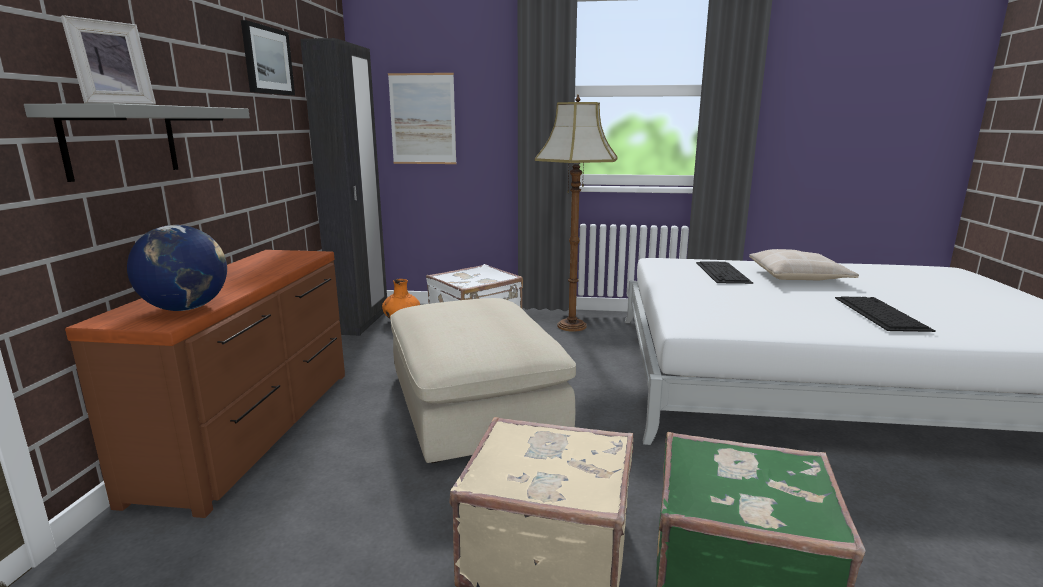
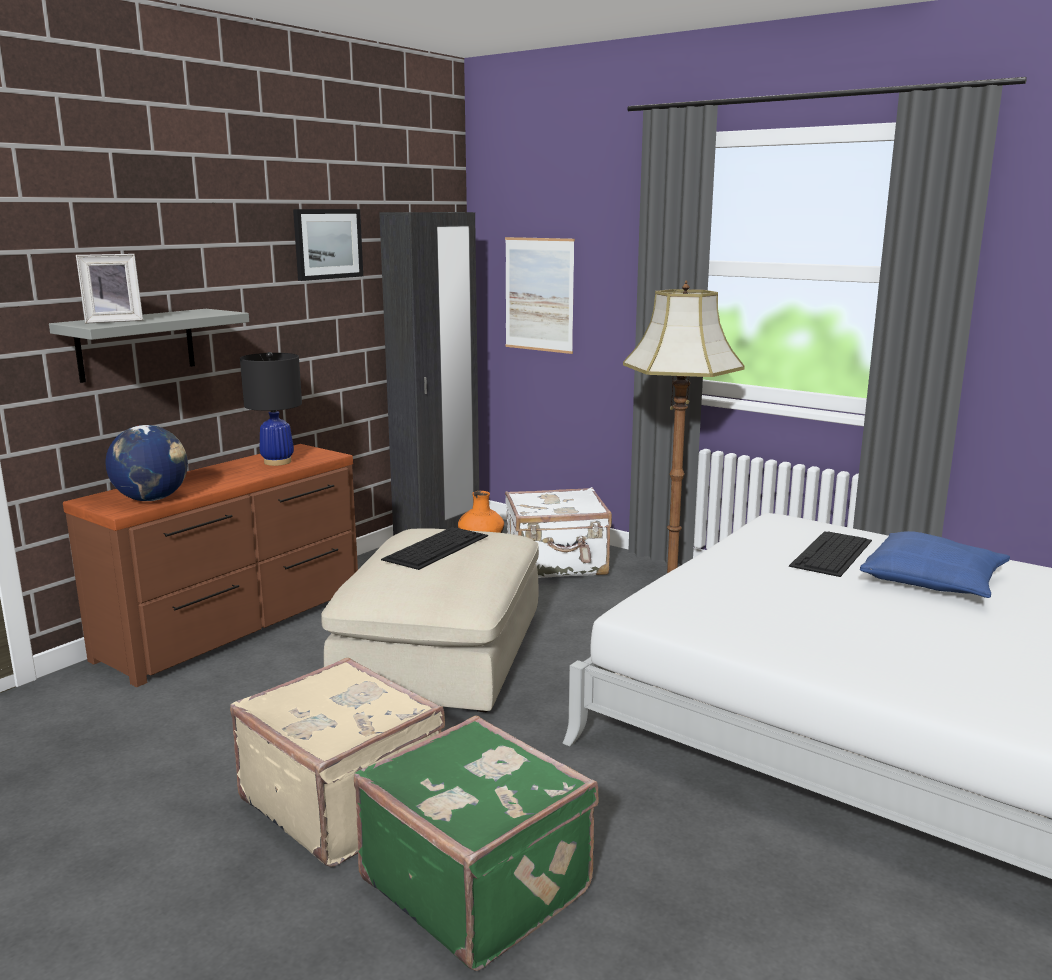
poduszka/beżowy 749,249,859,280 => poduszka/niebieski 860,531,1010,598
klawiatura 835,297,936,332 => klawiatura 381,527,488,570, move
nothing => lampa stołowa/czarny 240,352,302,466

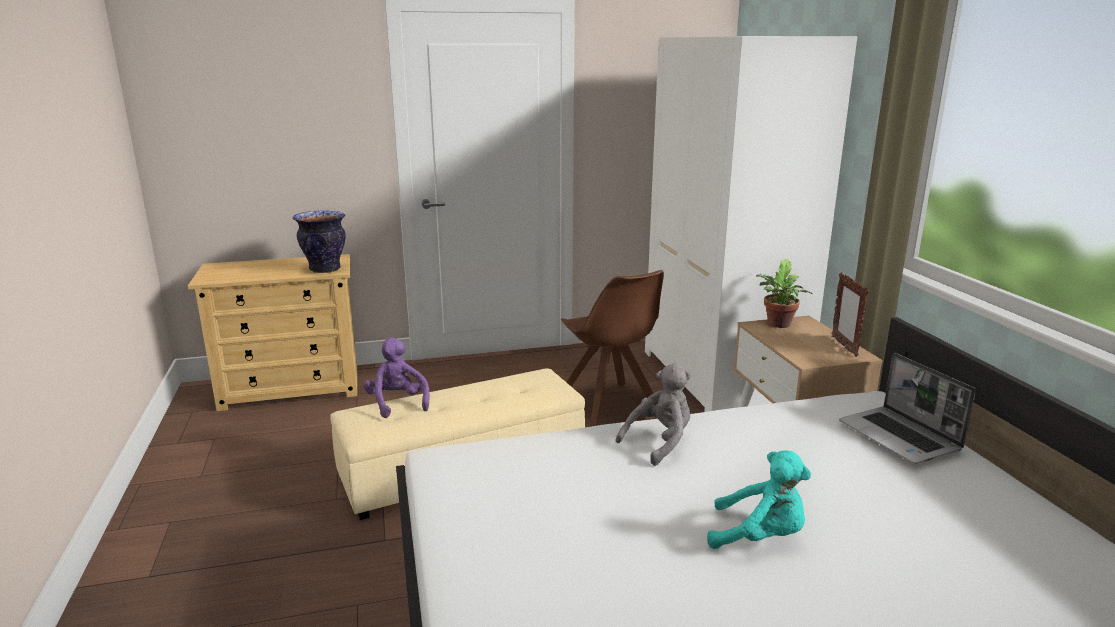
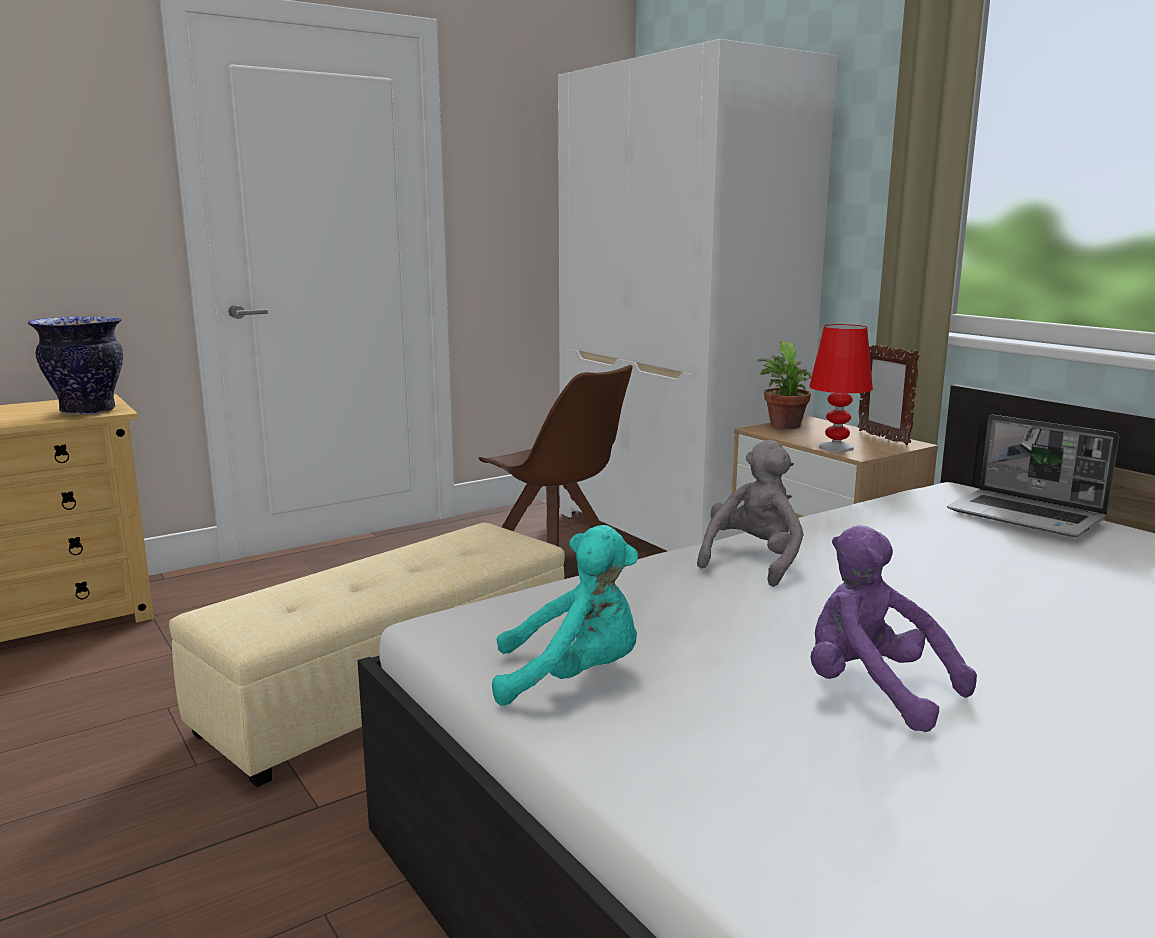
pluszak/fioletowy 364,338,430,418 => pluszak/fioletowy 811,525,977,732, move
pluszak/turkusowy 707,450,811,549 => pluszak/turkusowy 492,525,638,706, move
nothing => lampa stołowa/czerwony 810,324,873,452

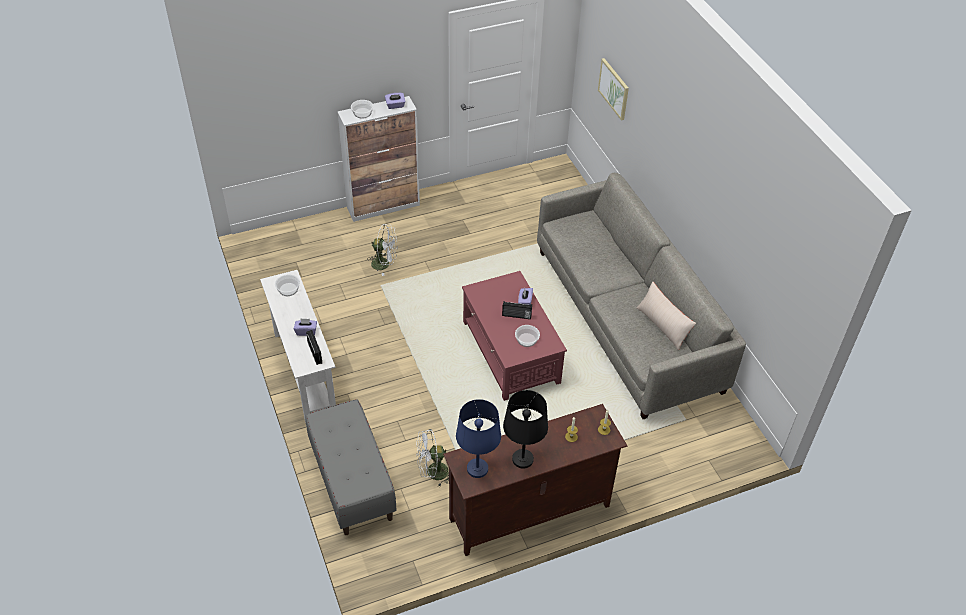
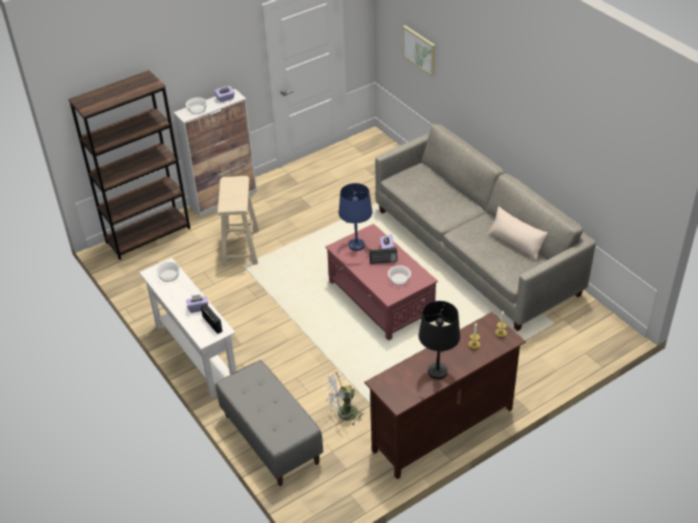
wentylator/biały 367,224,398,276 => stołek/beżowy 218,176,259,266
lampa stołowa/niebieski 456,399,501,478 => lampa stołowa/niebieski 339,183,373,251, move
nothing => regał/brązowy 68,70,190,260

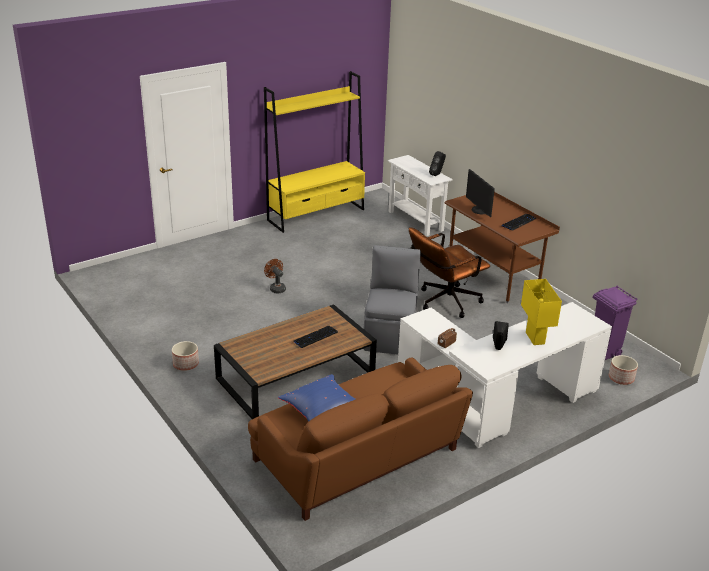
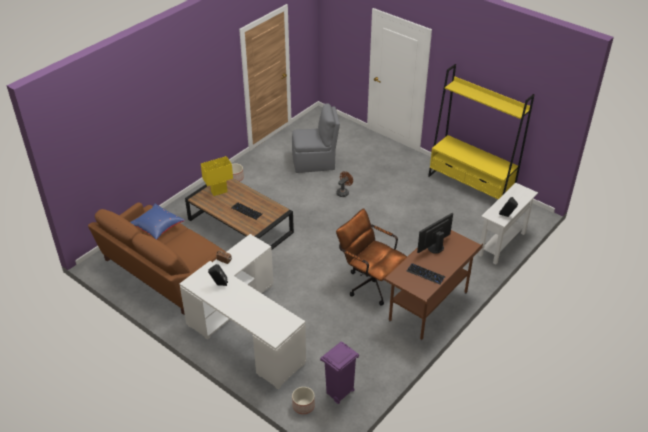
krzesło/szary 363,245,421,355 => krzesło/szary 292,103,340,173, move
lampa stołowa/żółty 521,279,562,345 => lampa stołowa/żółty 201,156,233,196, move

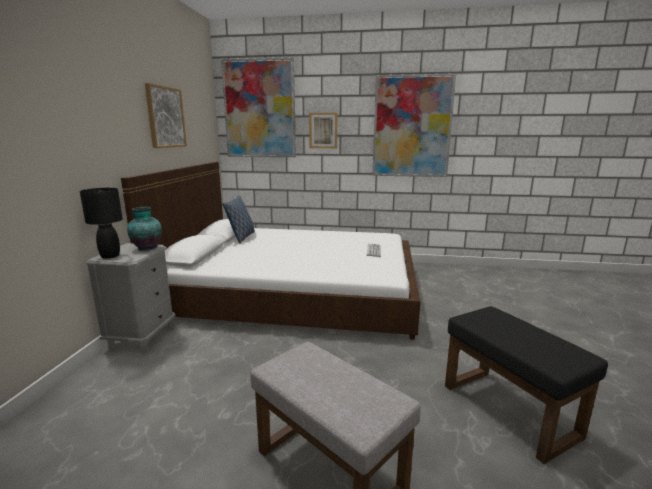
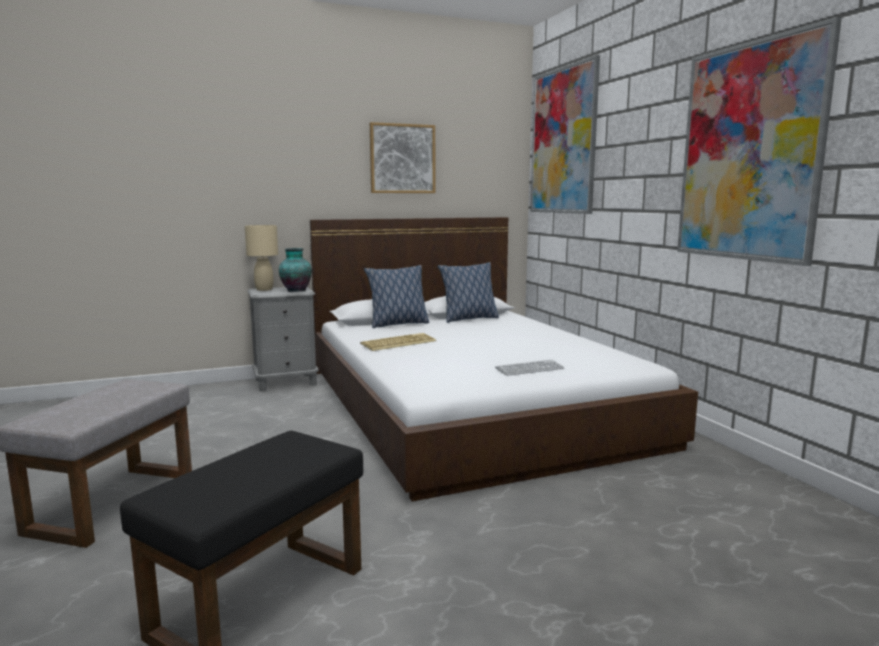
obraz 309,113,337,148 => nothing
lampa stołowa/czarny 80,188,123,259 => lampa stołowa/beżowy 245,225,278,291
nothing => poduszka 364,265,430,328
nothing => klawiatura 360,333,436,351

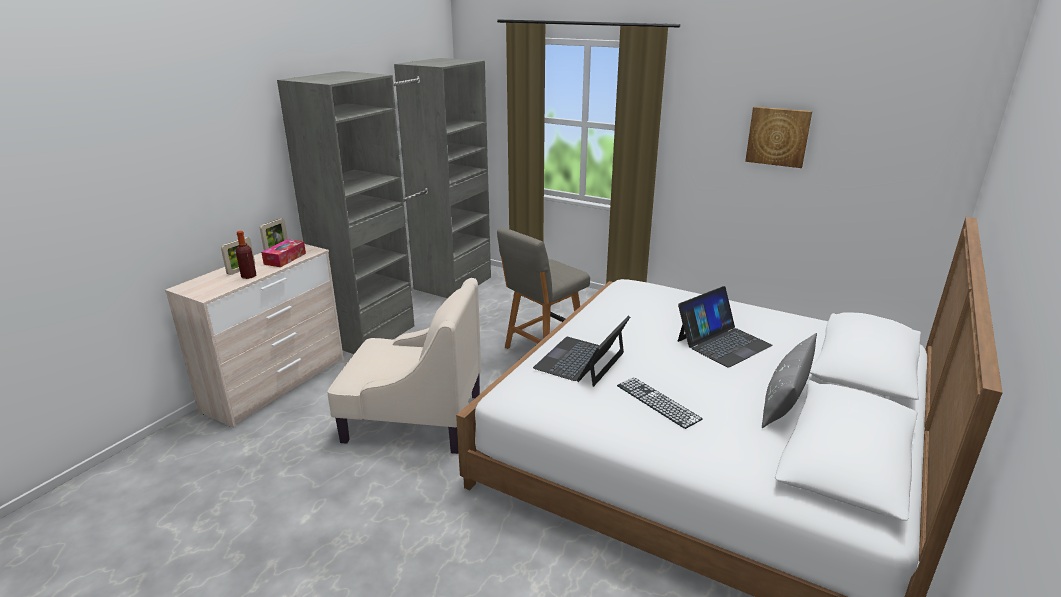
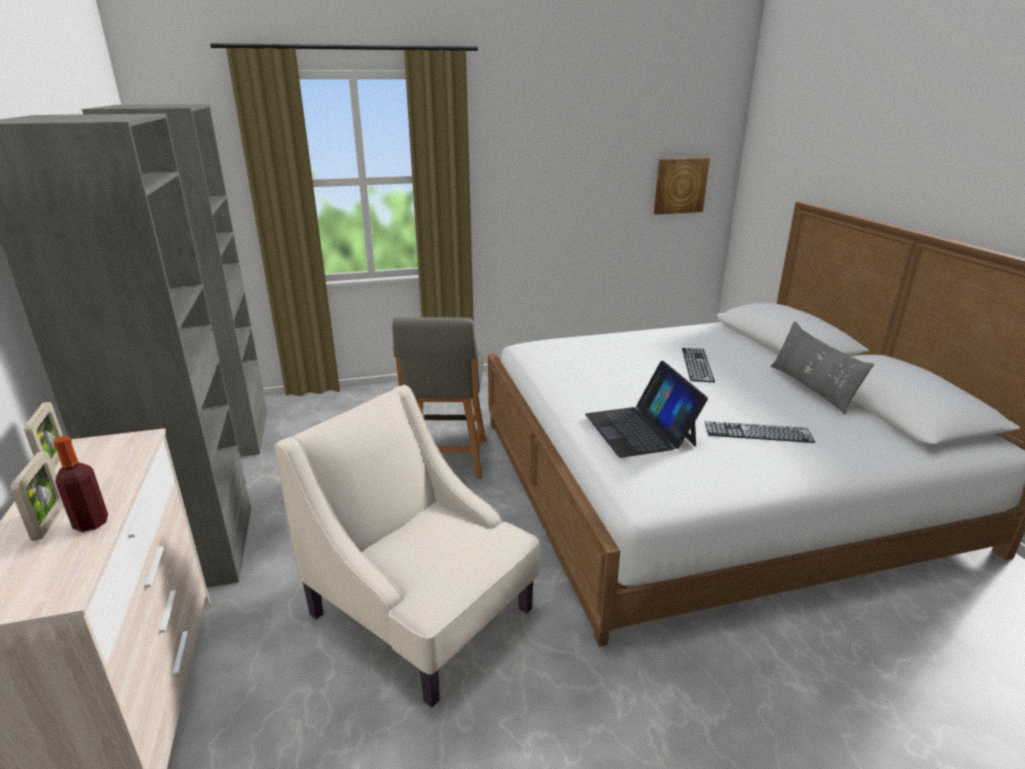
obraz 745,107,812,168 => obraz 654,158,710,215, move
pudełko chusteczek 261,239,306,267 => nothing
fotel/beżowy 327,278,481,454 => fotel/beżowy 274,385,540,708, 105 degrees counterclockwise
laptop 678,286,773,368 => klawiatura 682,348,715,382

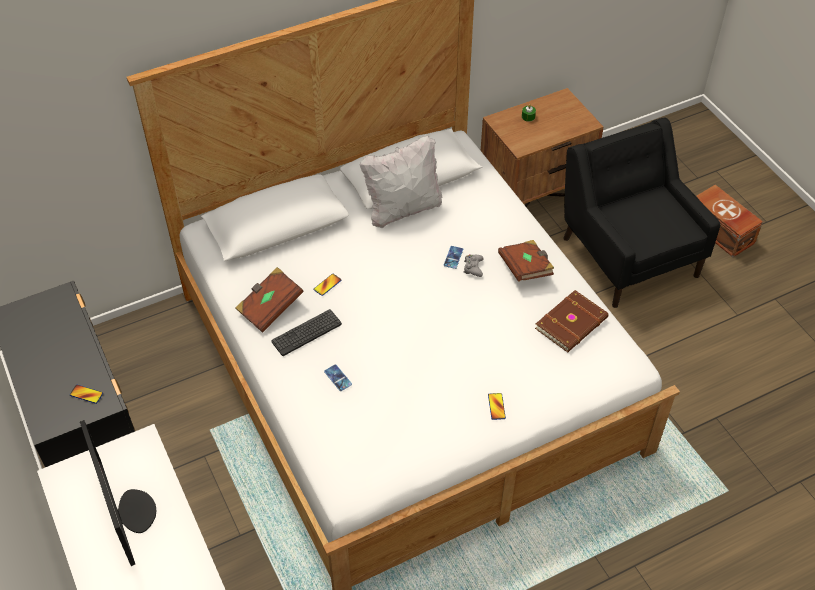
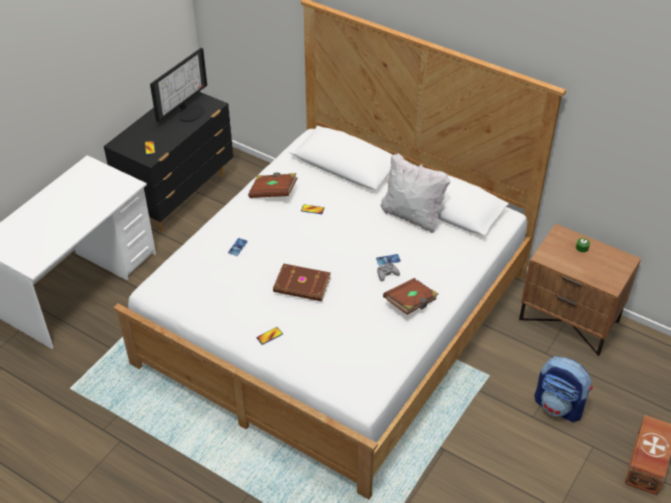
fotel/czarny 564,117,720,308 => plecak 534,356,593,422
książka/brązowy 535,290,608,352 => książka/brązowy 273,263,331,301, move
klawiatura 271,309,342,356 => nothing
monitor 80,420,156,566 => monitor 150,48,207,122, move

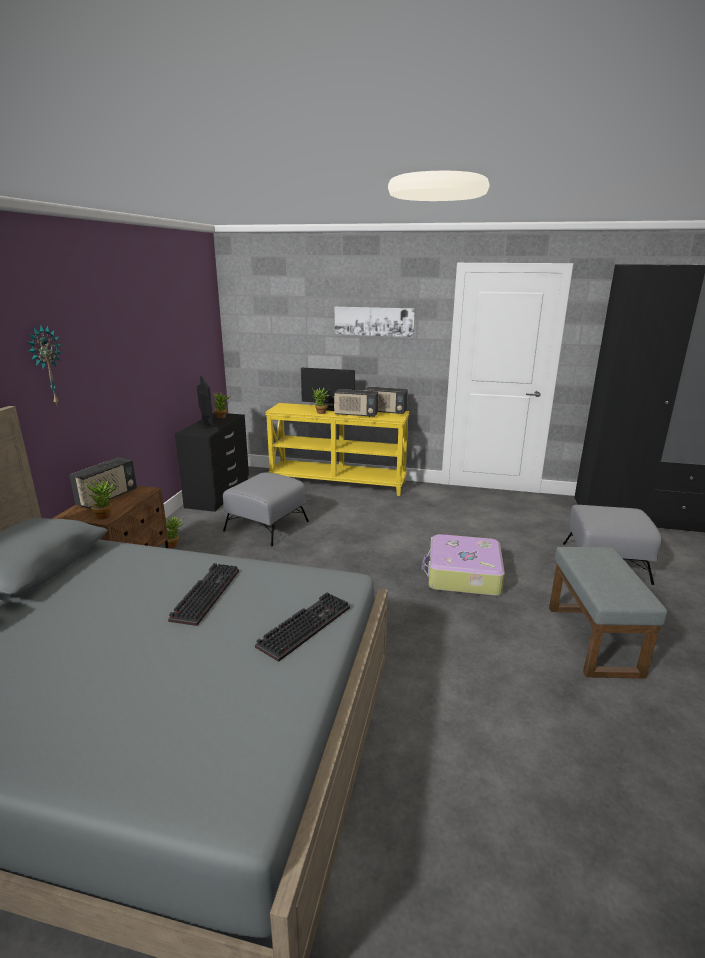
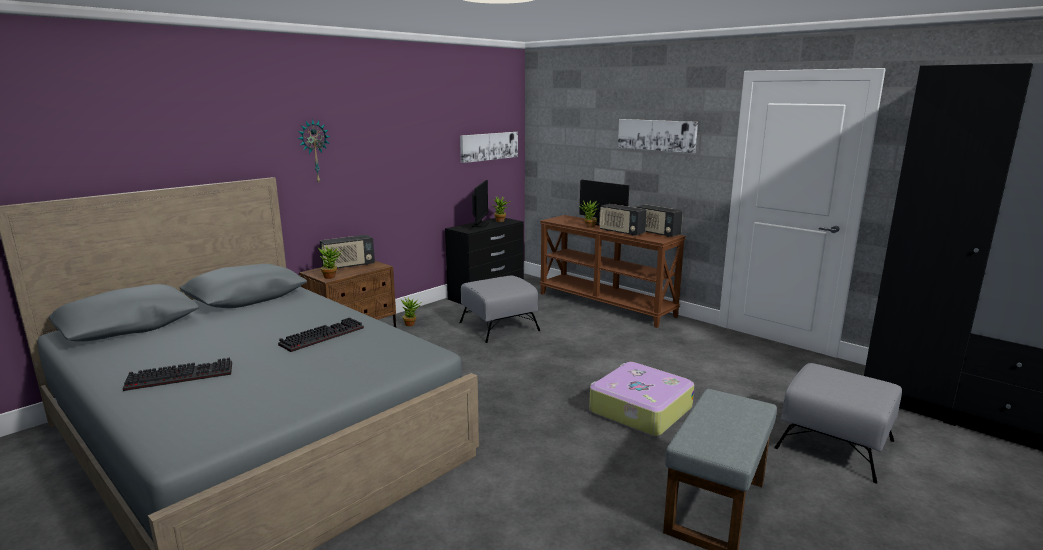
stolik konsolowy/żółty 265,403,410,496 => stolik konsolowy/brązowy 539,215,686,328
klawiatura 255,592,350,662 => klawiatura 123,358,232,391, move
nothing => obraz 460,132,518,163

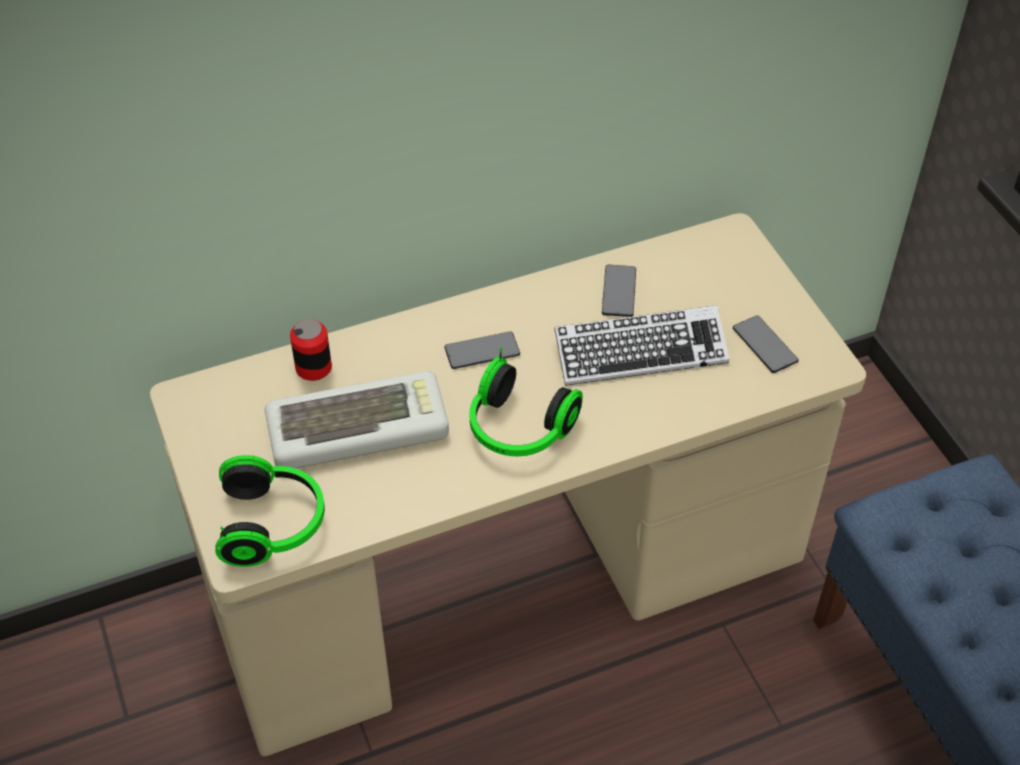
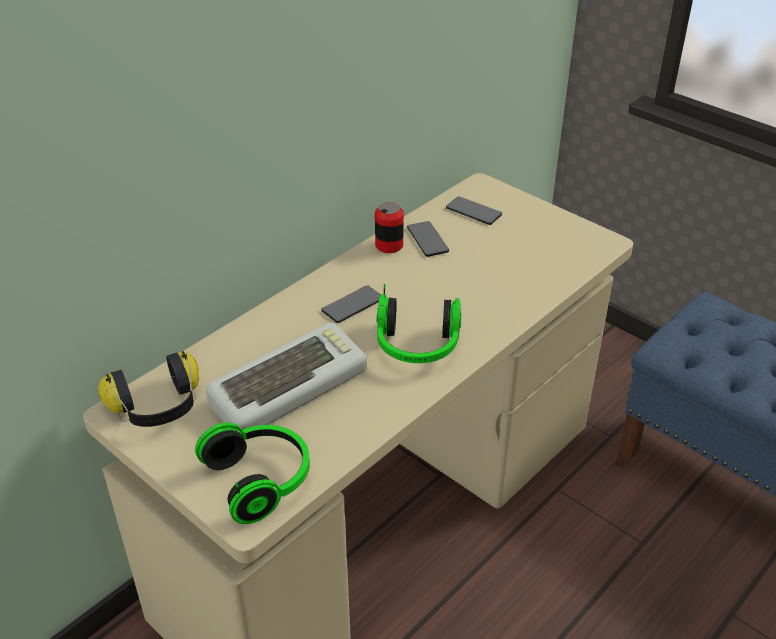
klawiatura 554,305,729,386 => nothing
telefon 733,315,798,373 => telefon 446,196,502,225, move
puszka 290,319,332,381 => puszka 375,202,404,253, move
nothing => słuchawki 98,351,199,427

